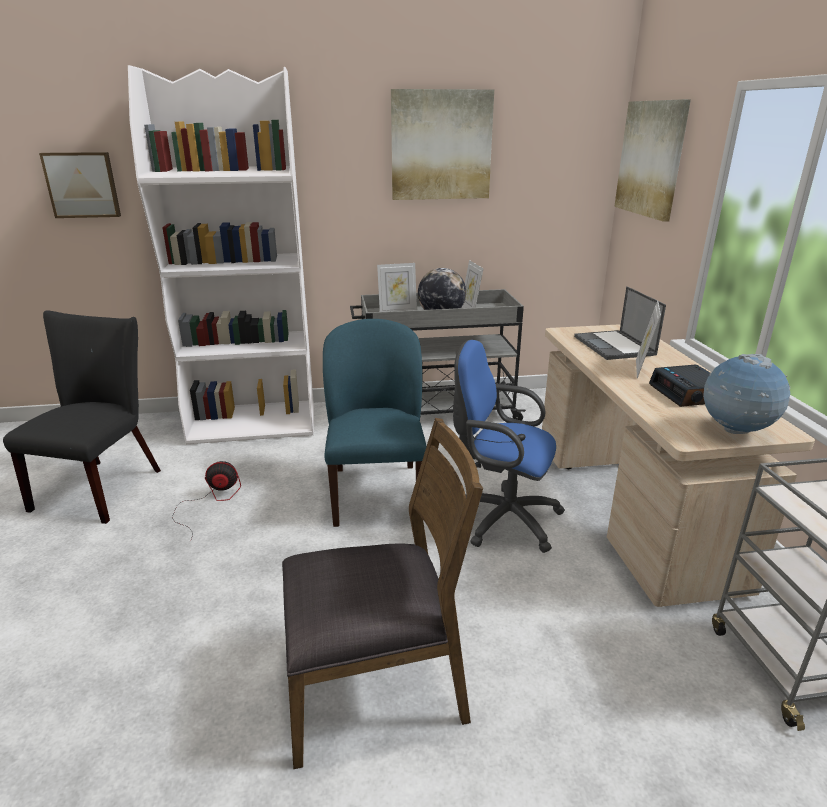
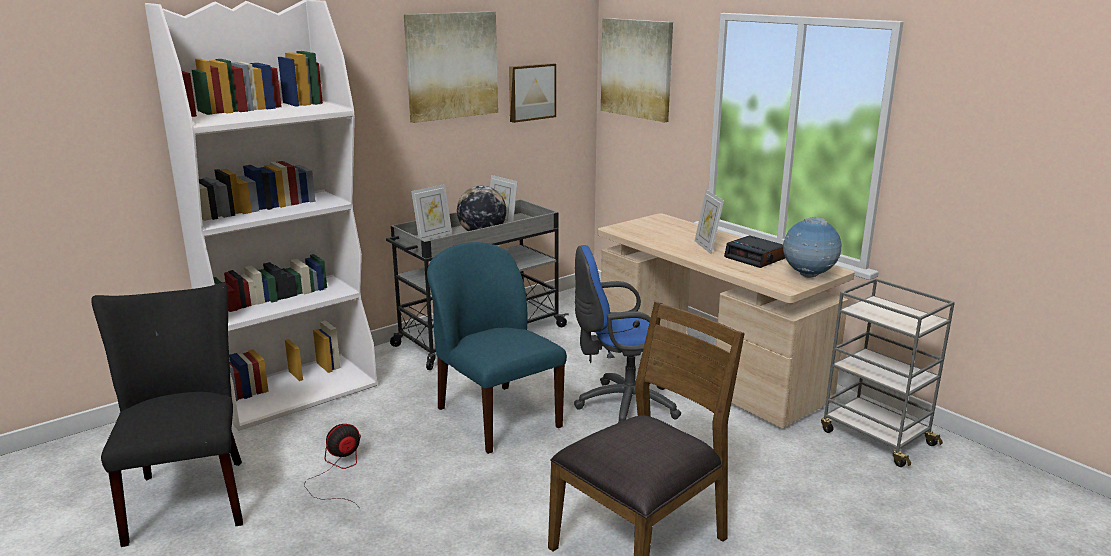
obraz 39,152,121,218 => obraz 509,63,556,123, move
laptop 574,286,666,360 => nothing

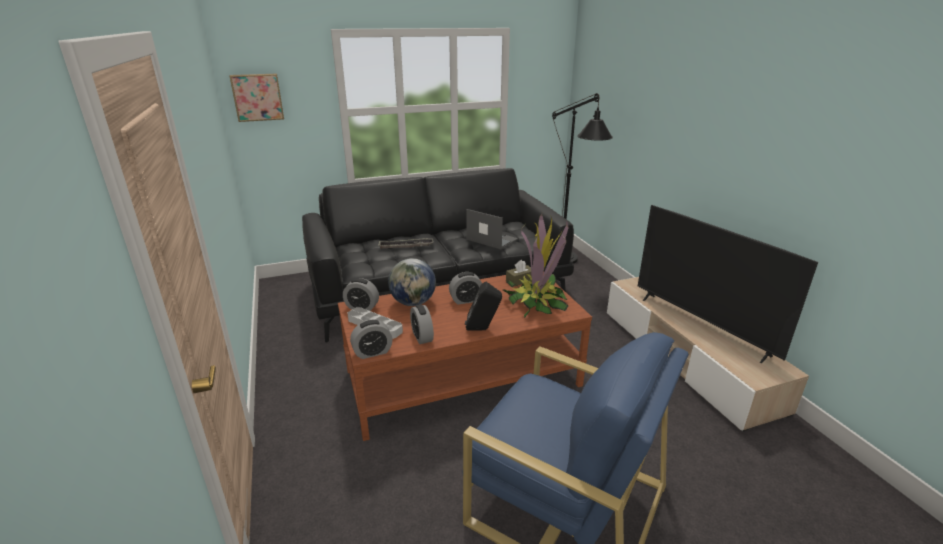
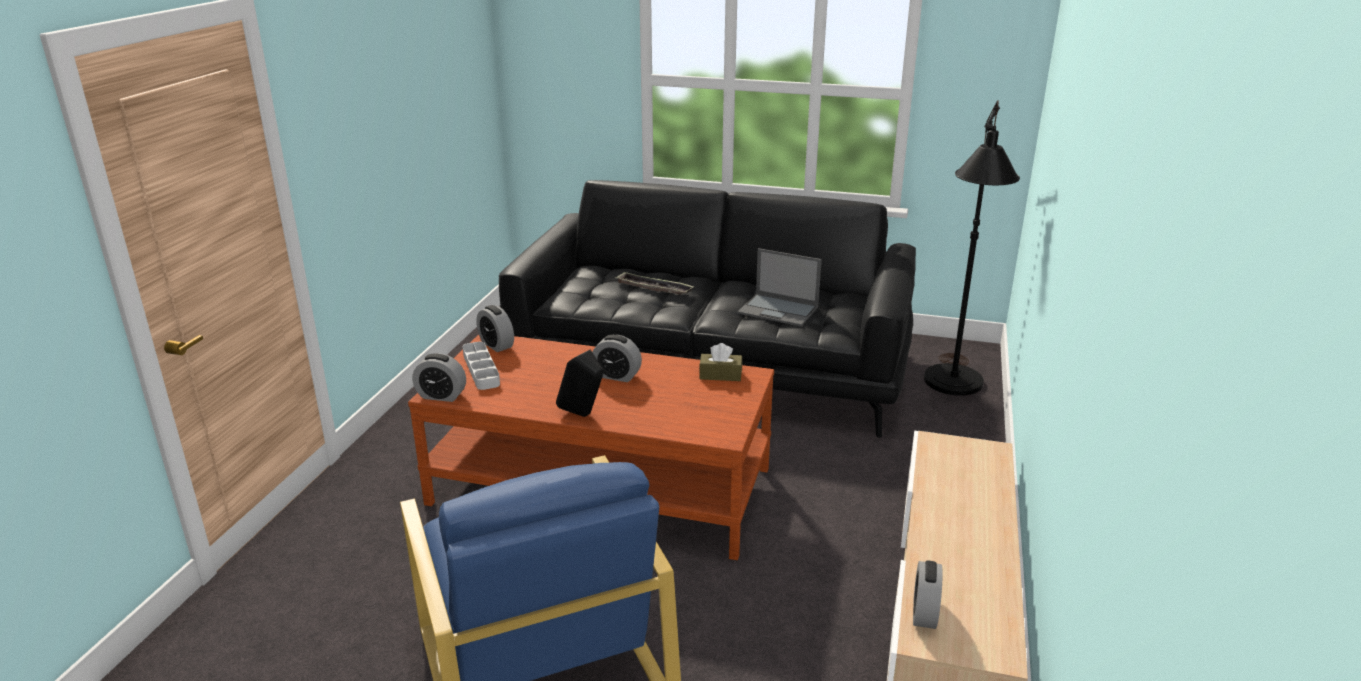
obraz 229,74,284,122 => nothing
telewizor 638,205,818,363 => nothing
laptop 466,209,518,250 => laptop 738,248,822,326, 135 degrees clockwise
roślina doniczkowa 503,213,569,318 => nothing
globus 388,258,436,306 => nothing
budzik 410,304,434,344 => budzik 913,560,943,629, move

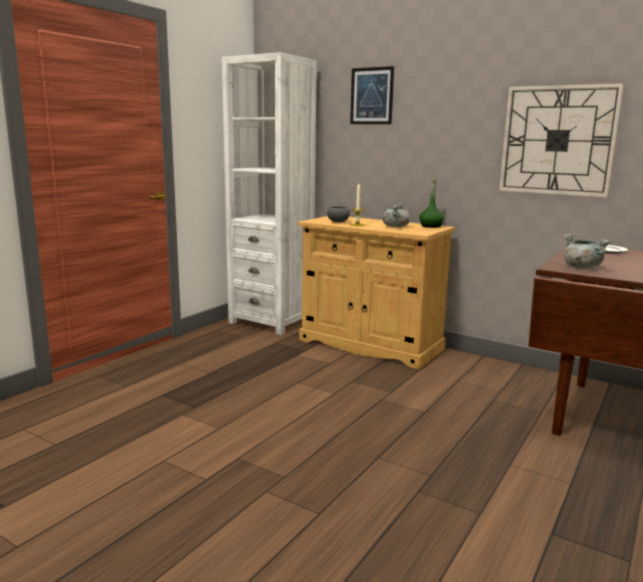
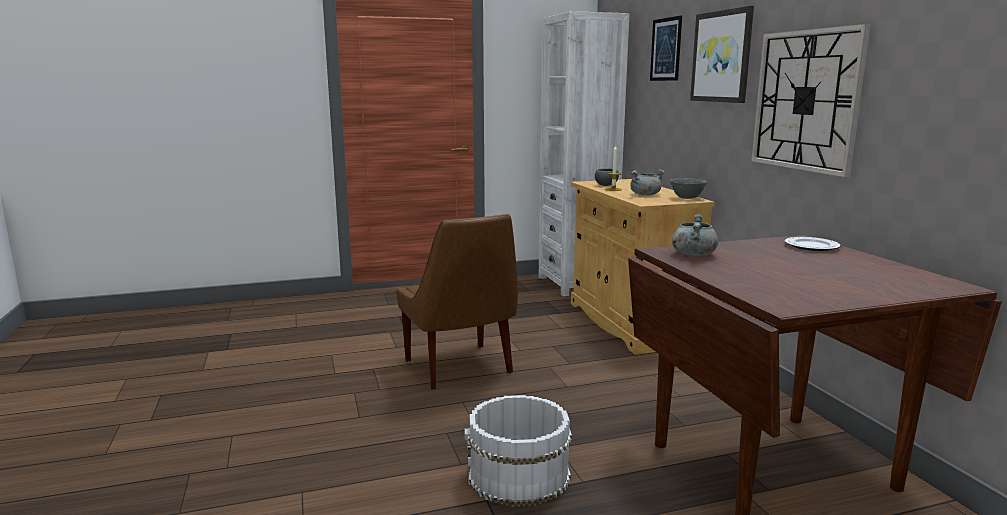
butelka/zielony 419,179,444,228 => miska/szary 670,178,707,199
nothing => obraz 690,6,754,103
nothing => krzesło/brązowy 396,214,518,390
nothing => wiadro/biały 465,395,572,507

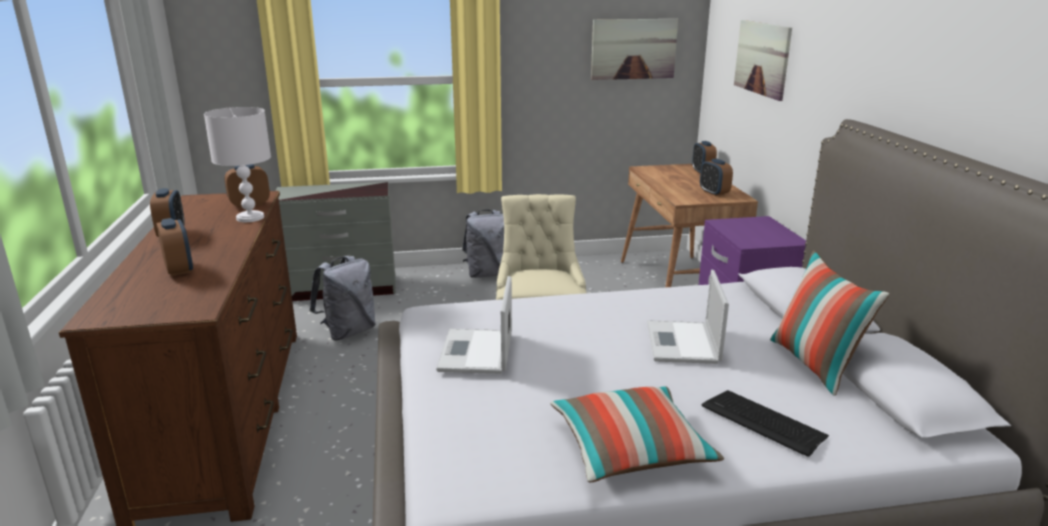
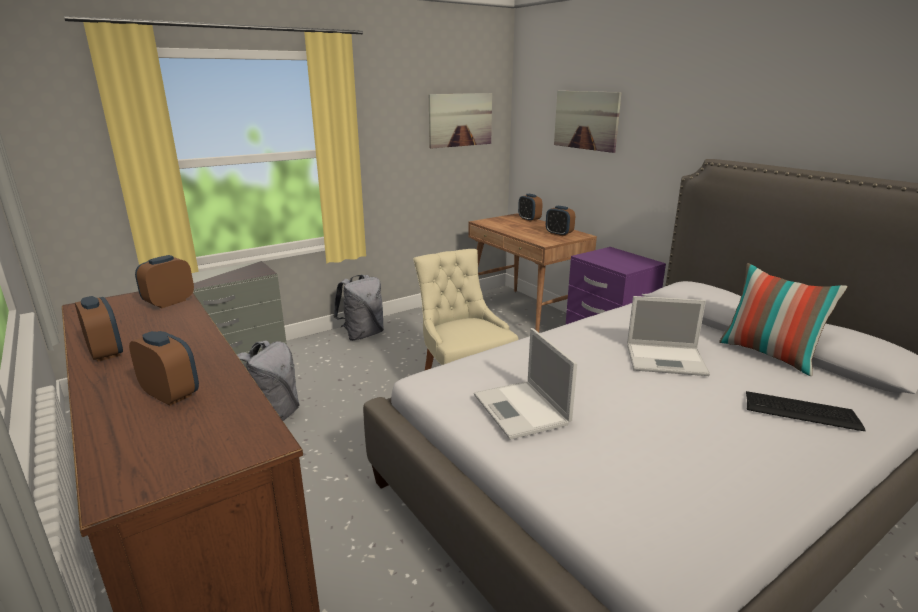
lampa stołowa/biały 204,107,271,222 => nothing
laptop 647,269,729,364 => laptop 627,296,710,376, 60 degrees counterclockwise
poduszka 550,387,724,482 => nothing

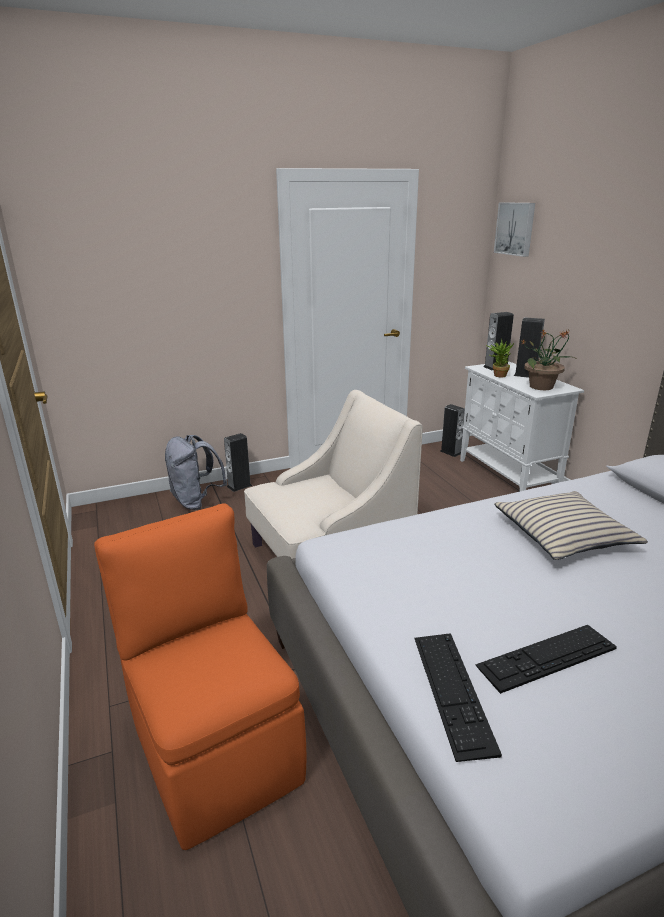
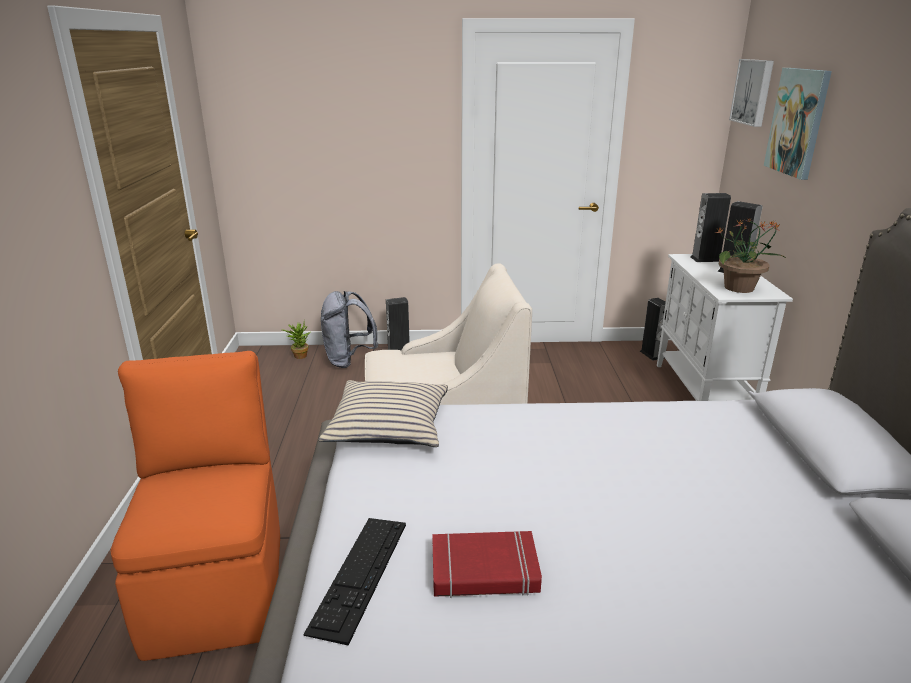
roślina doniczkowa 486,339,514,377 => roślina doniczkowa 282,322,311,359, move
poduszka/beżowy 494,491,648,560 => poduszka/beżowy 319,380,448,447, move
klawiatura 475,625,617,694 => książka/czerwony 432,531,542,598
nothing => obraz 764,68,832,180

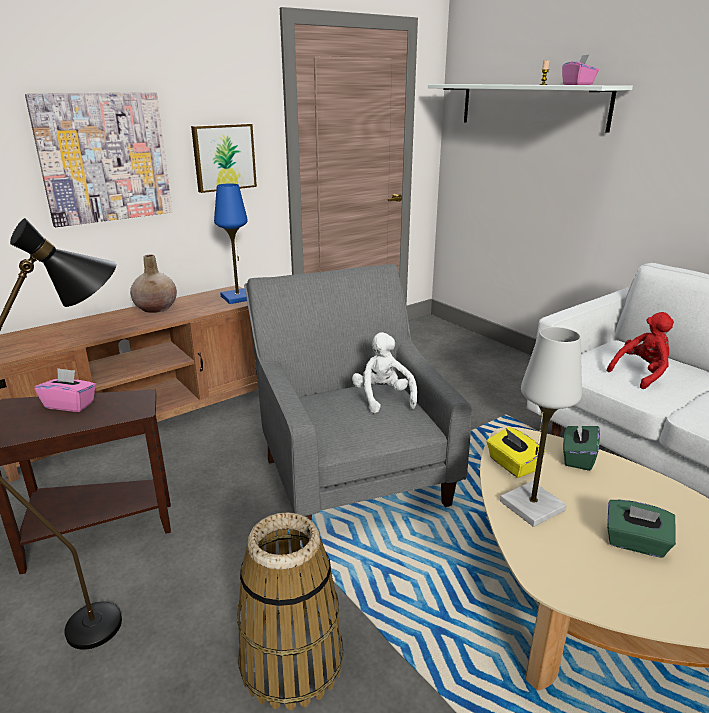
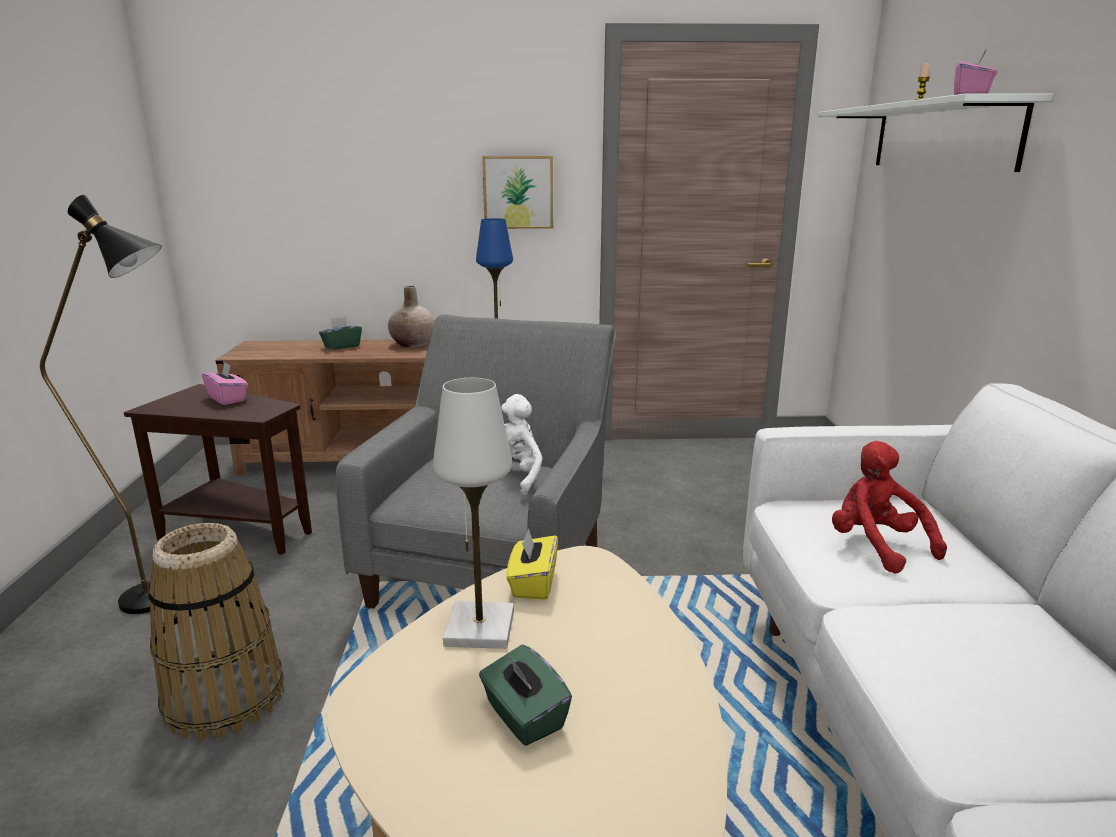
obraz 25,92,172,227 => nothing
pluszak/czerwony 607,312,674,389 => pluszak/czerwony 832,441,947,574, 120 degrees counterclockwise
pudełko chusteczek/zielony 563,420,600,471 => pudełko chusteczek/zielony 319,316,362,350, move

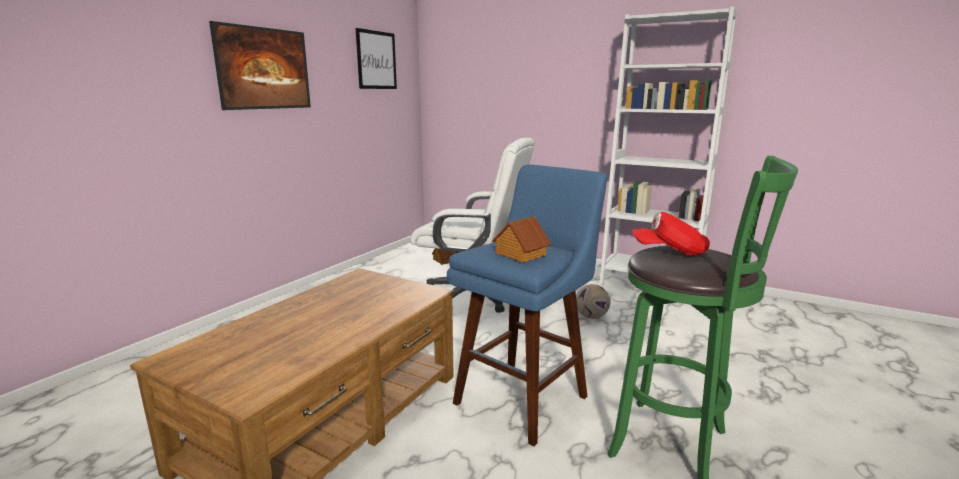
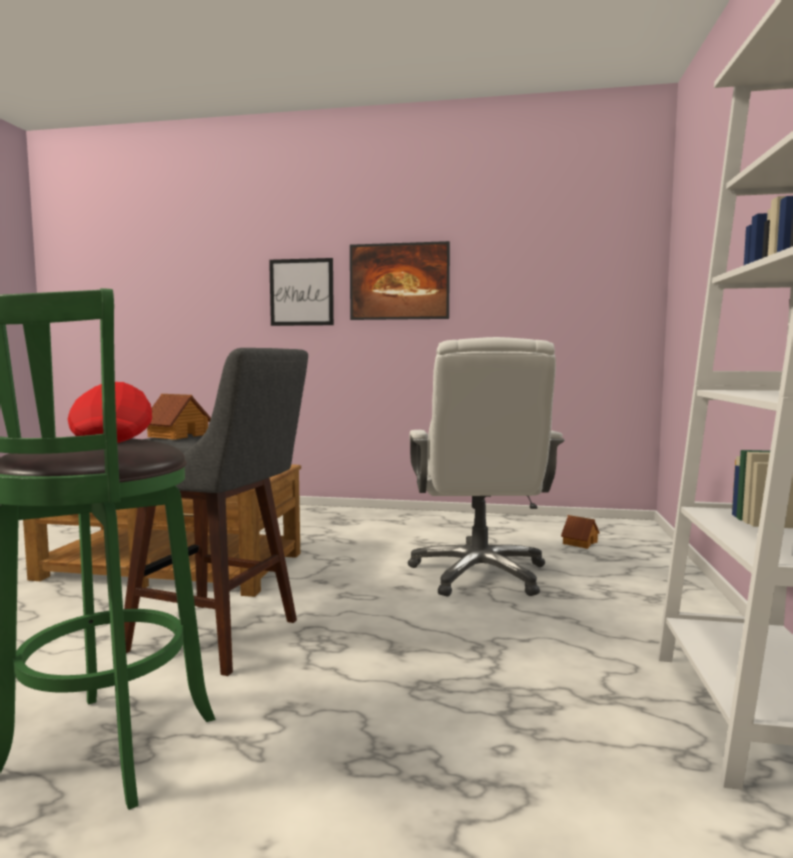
obraz 356,28,397,89 => obraz 269,258,334,326, move
stołek/niebieski 447,164,607,447 => stołek/szary 124,348,308,676
piłka futbolowa 576,284,611,319 => nothing

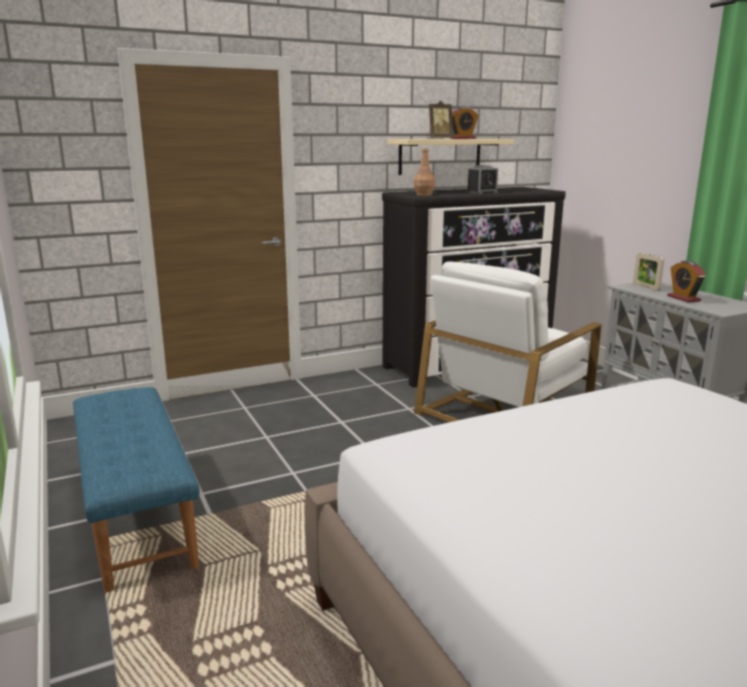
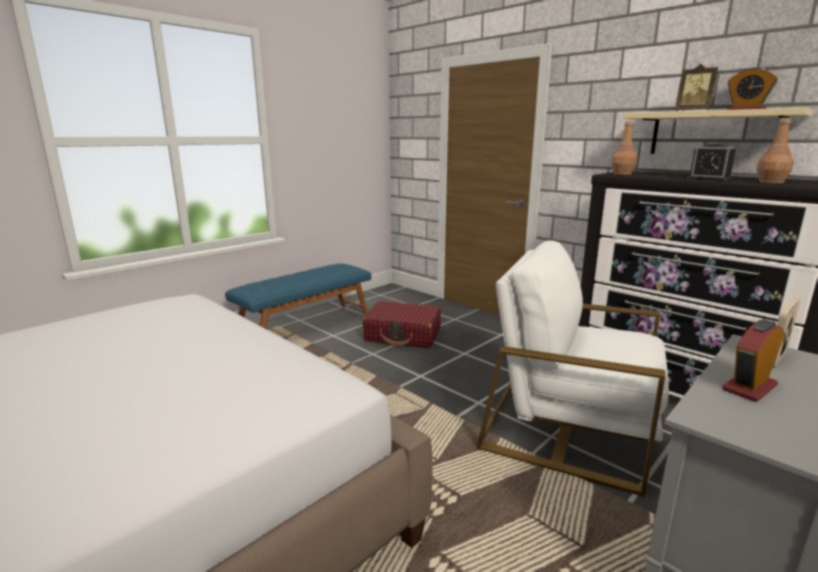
nothing => butelka/brązowy 757,118,794,184
nothing => walizka/czerwony 363,301,441,348

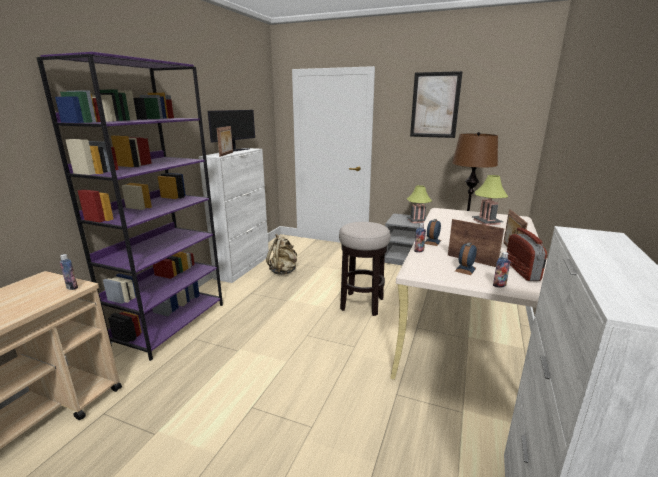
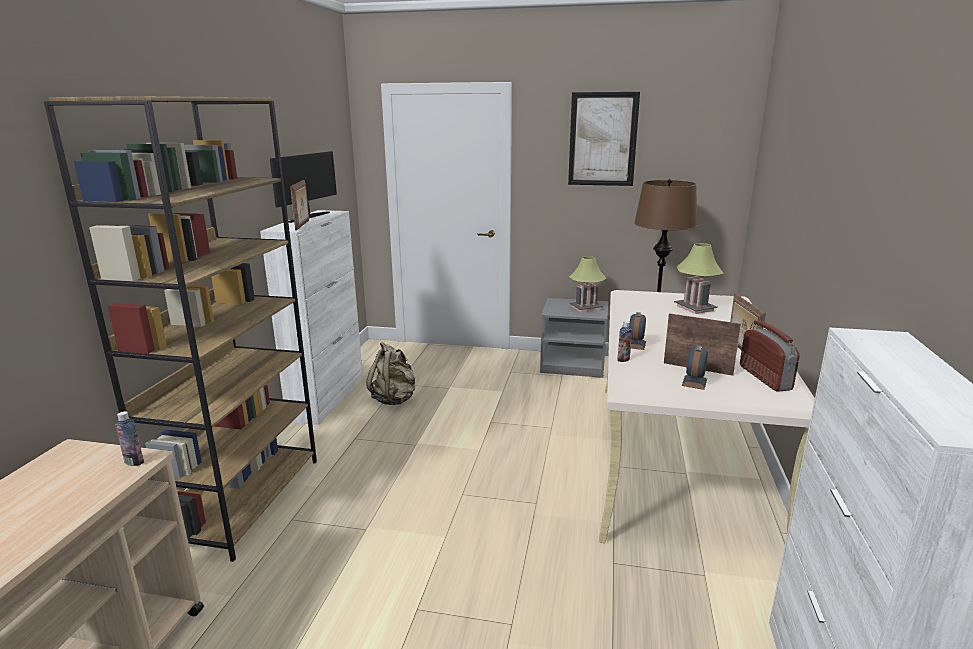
regał/fioletowy 36,52,223,361 => regał/brązowy 44,96,317,562
stołek 339,222,391,316 => nothing
butelka 493,252,510,288 => nothing

